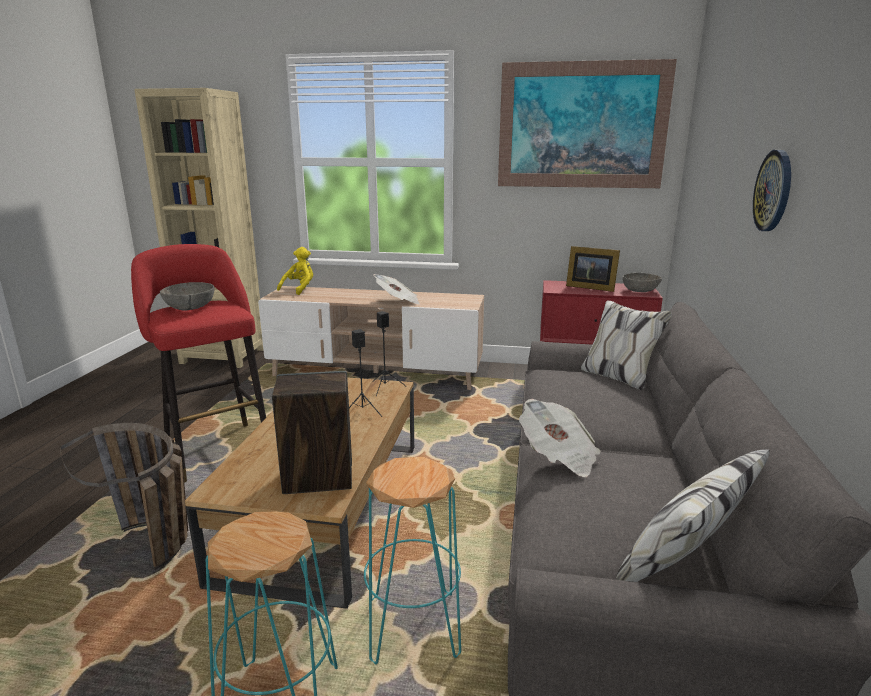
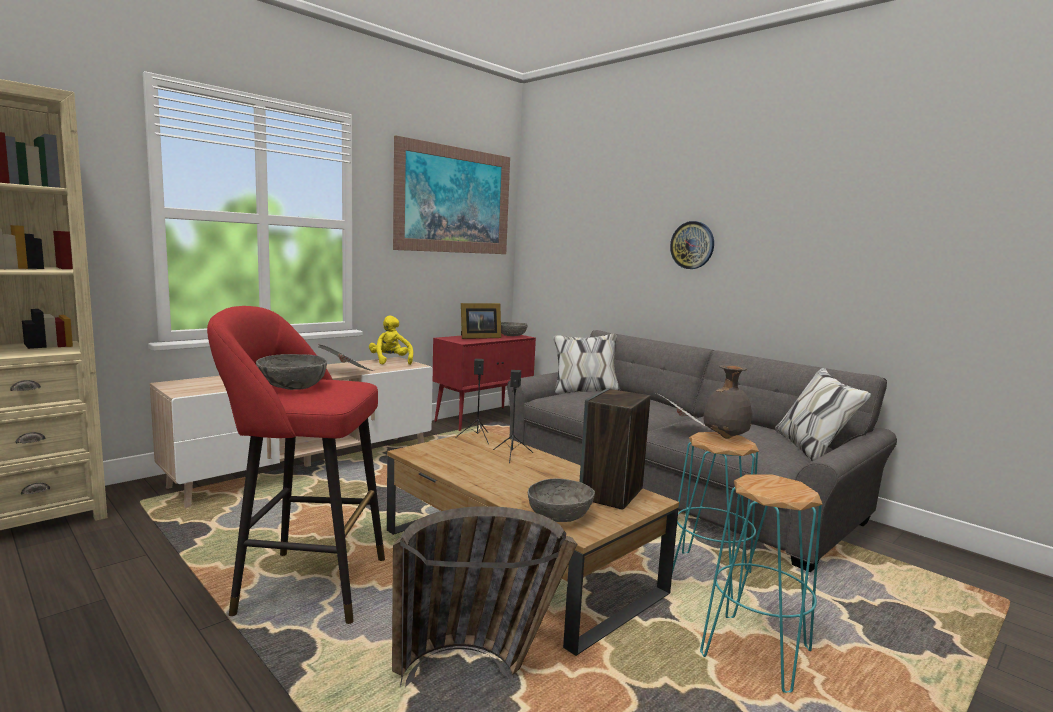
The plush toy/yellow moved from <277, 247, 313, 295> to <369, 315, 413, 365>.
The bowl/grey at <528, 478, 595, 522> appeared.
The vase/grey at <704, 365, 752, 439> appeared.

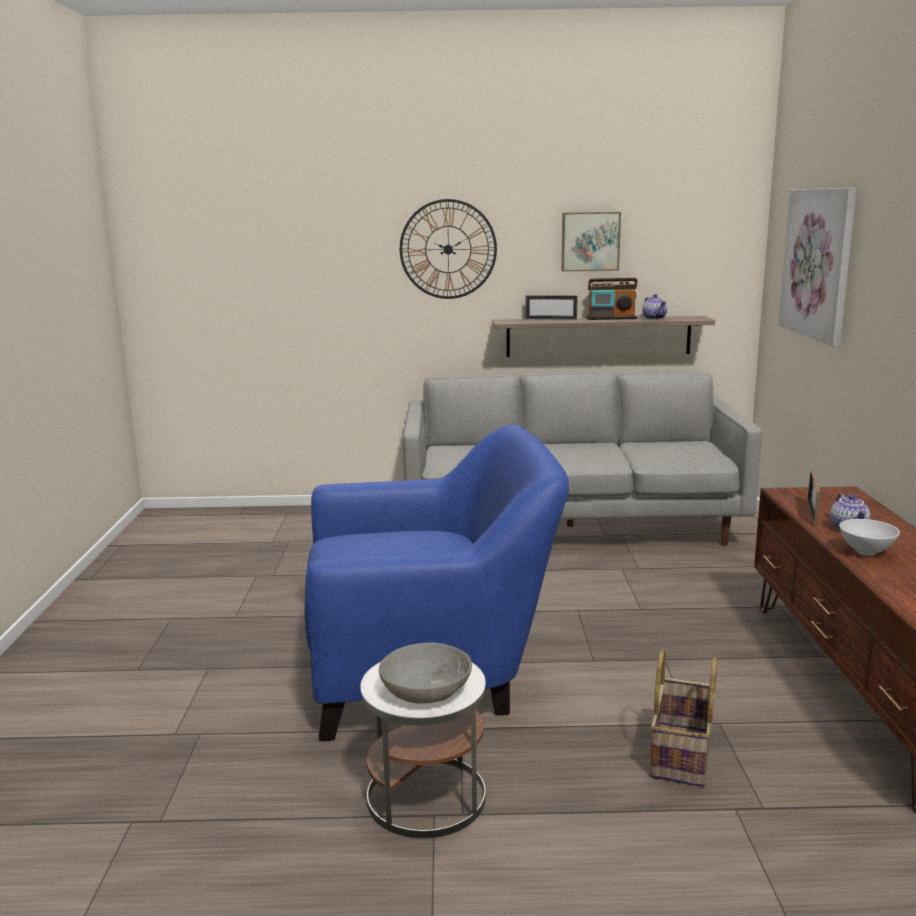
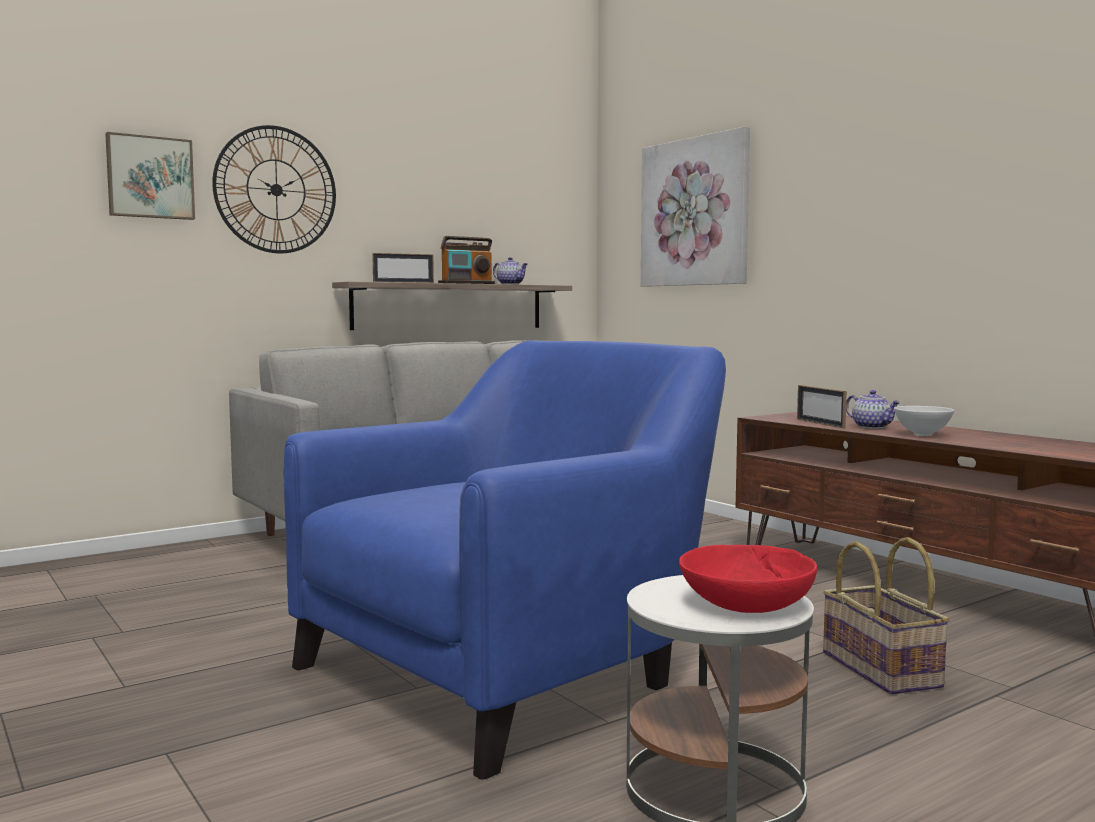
The bowl/grey at <379, 642, 472, 704> became the bowl/red at <679, 545, 817, 613>.
The picture moved from <562, 212, 621, 271> to <105, 132, 195, 220>.

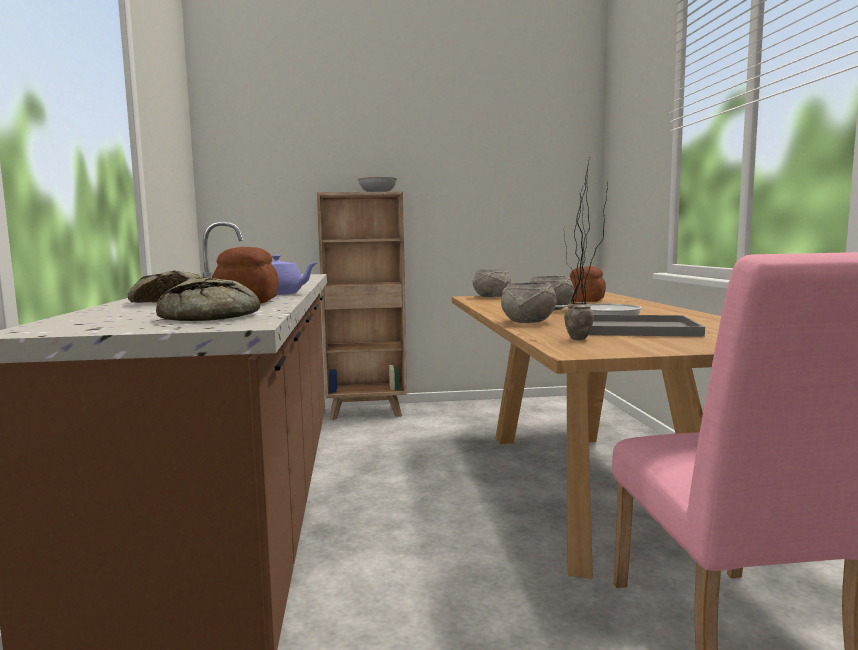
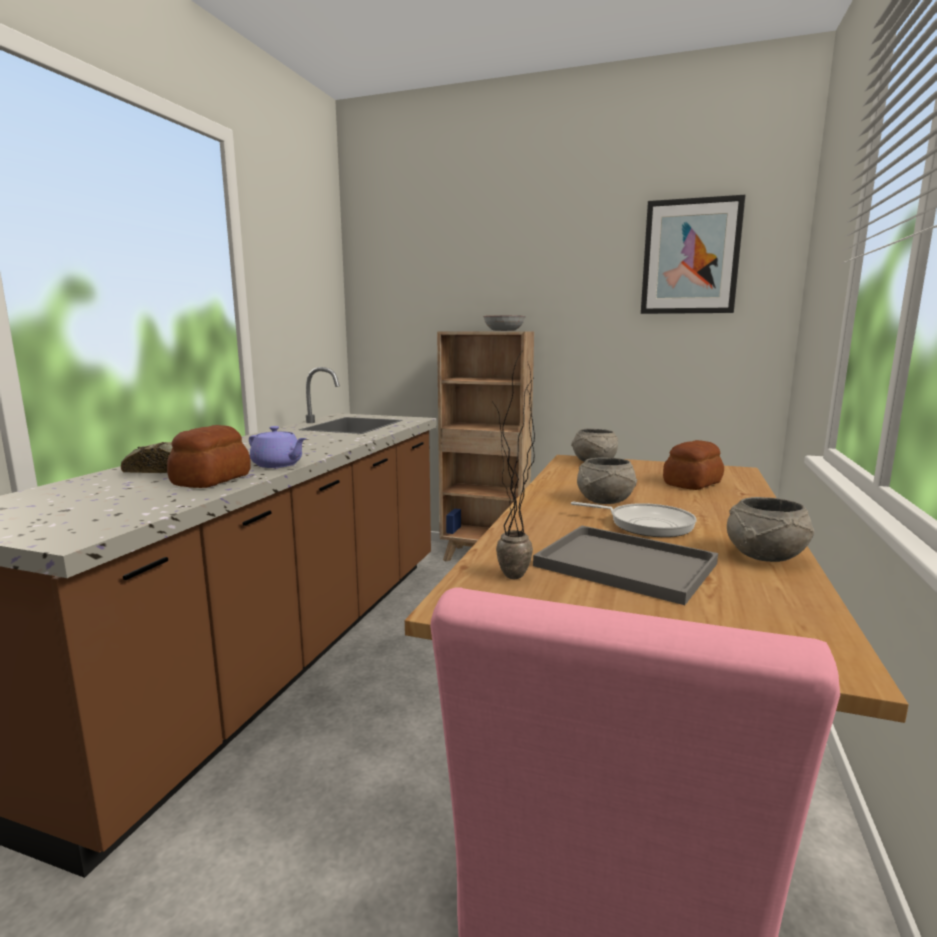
The bread at <156, 277, 260, 321> disappeared.
The bowl/grey moved from <501, 282, 557, 323> to <727, 497, 814, 562>.
The picture at <641, 195, 745, 314> appeared.

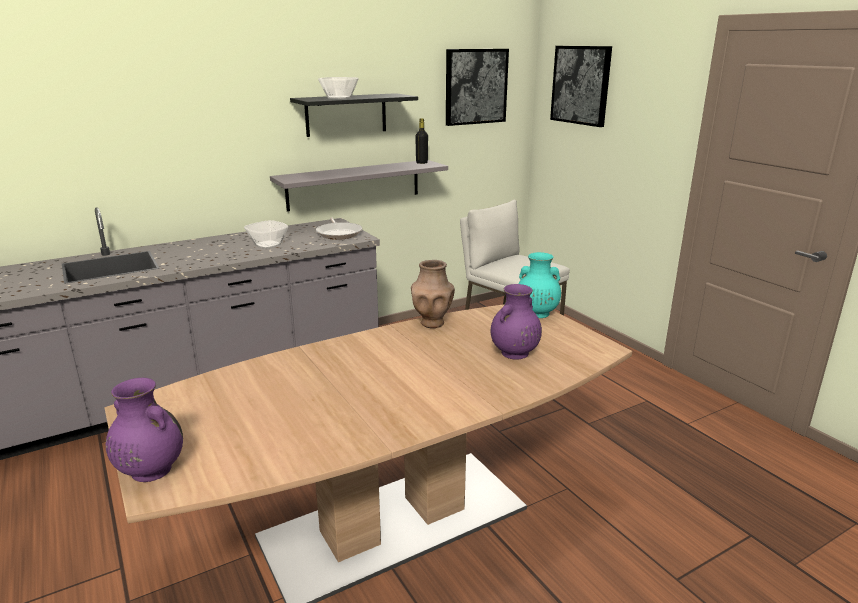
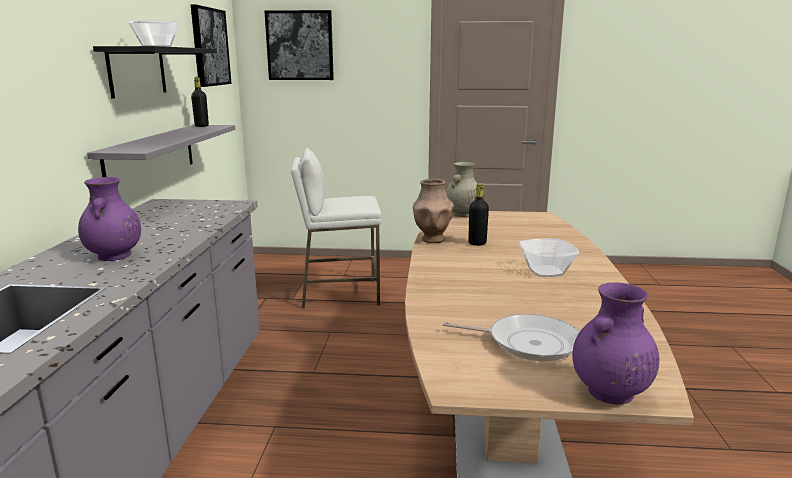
The bowl moved from <244, 220, 288, 249> to <519, 238, 579, 277>.
The frying pan moved from <316, 217, 362, 240> to <443, 314, 580, 361>.
The vase/purple moved from <491, 284, 542, 359> to <78, 177, 141, 261>.
The vase/turquoise at <518, 252, 561, 318> became the vase/beige at <446, 162, 478, 217>.
The bottle/black at <468, 183, 489, 246> appeared.

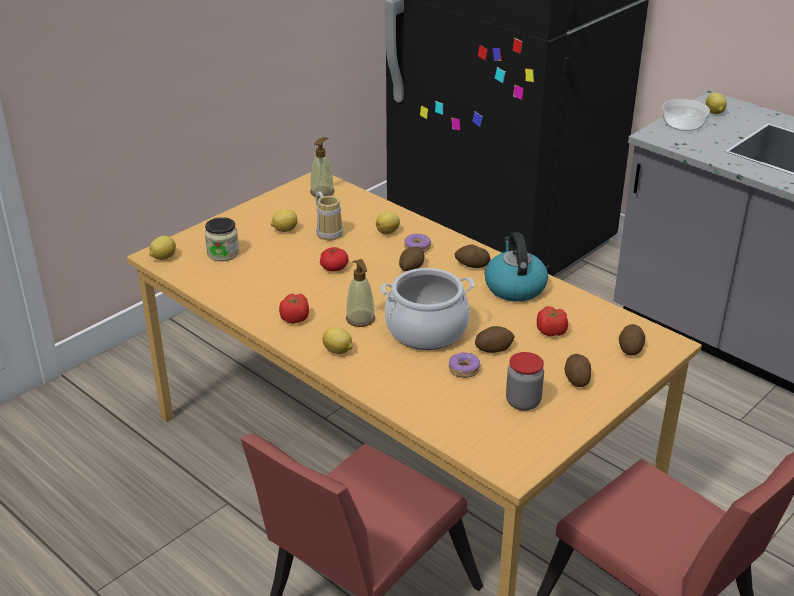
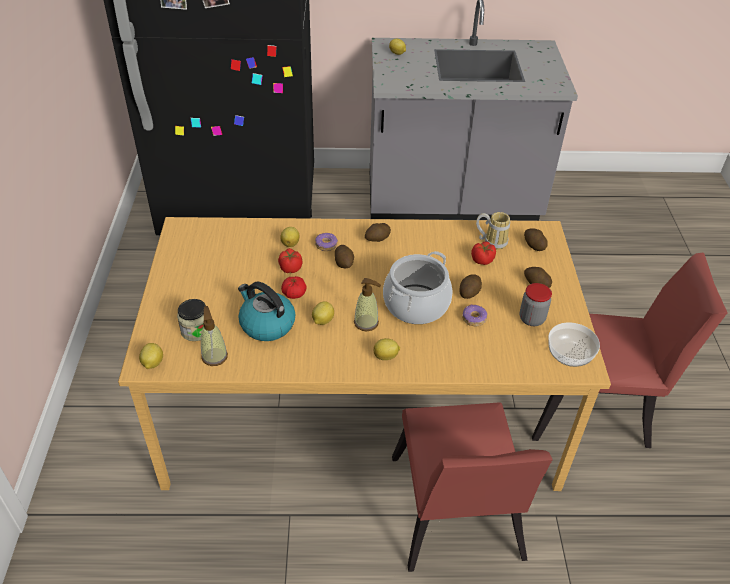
The lemon moved from <271, 209, 298, 232> to <312, 301, 334, 325>.
The tomato moved from <279, 294, 309, 324> to <278, 248, 302, 273>.
The soap dispenser moved from <310, 137, 334, 198> to <201, 306, 228, 366>.
The mug moved from <316, 192, 344, 240> to <476, 212, 510, 250>.
The kettle moved from <485, 232, 548, 302> to <238, 282, 295, 341>.
The bowl moved from <662, 99, 710, 131> to <548, 322, 600, 367>.

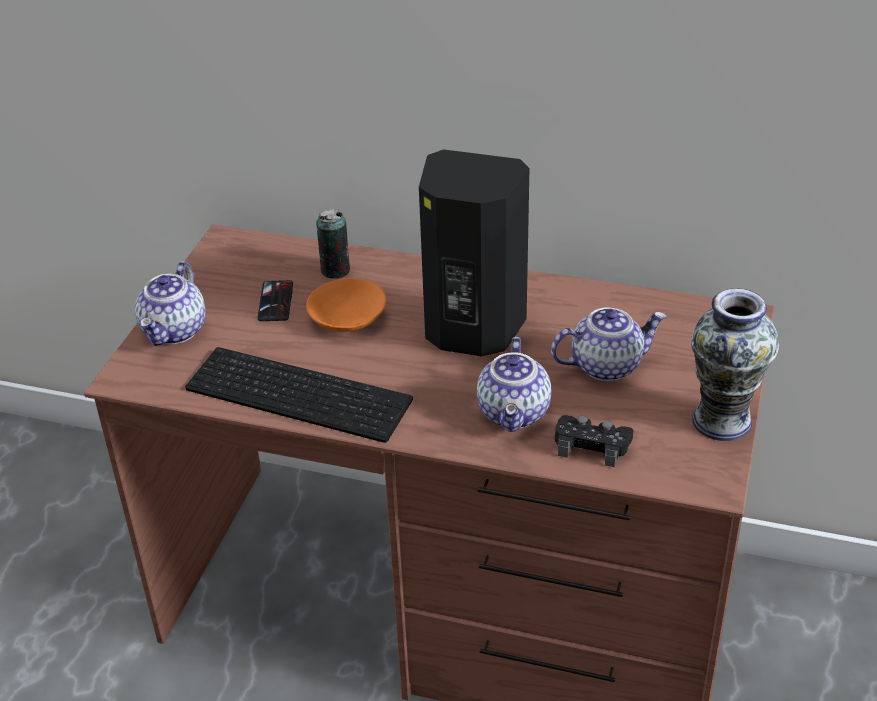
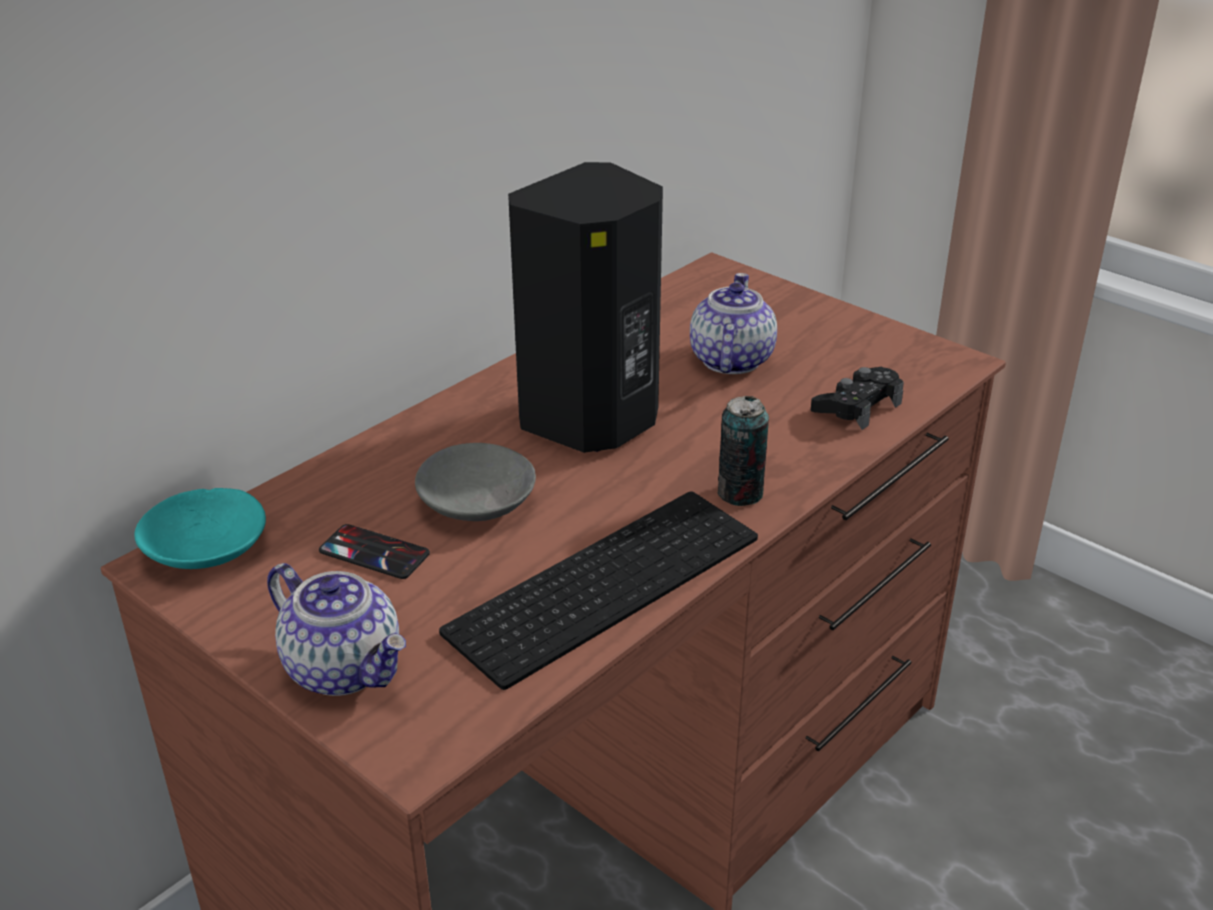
The bowl/orange at <306, 278, 387, 332> became the bowl/grey at <415, 443, 536, 521>.
The can moved from <316, 209, 350, 279> to <718, 396, 769, 506>.
The teapot at <477, 337, 551, 432> disappeared.
The vase at <691, 288, 779, 441> disappeared.
The bowl/turquoise at <134, 488, 266, 569> appeared.

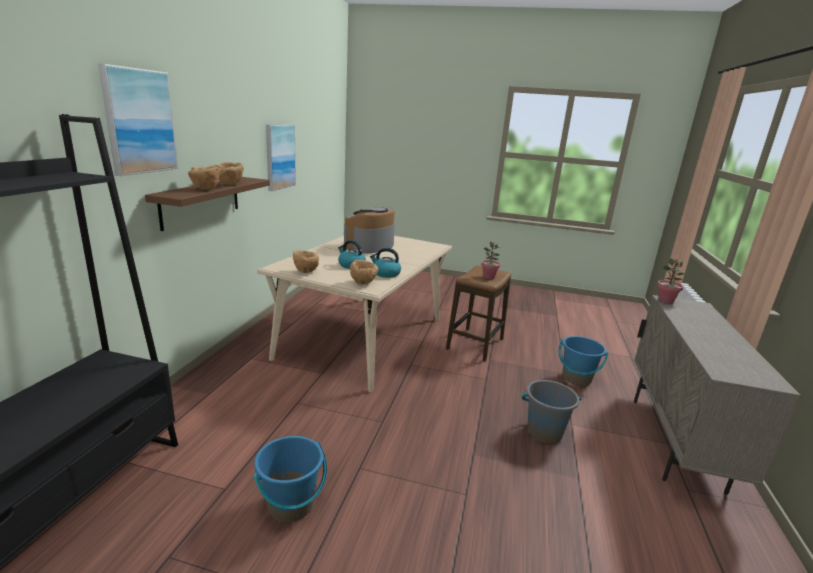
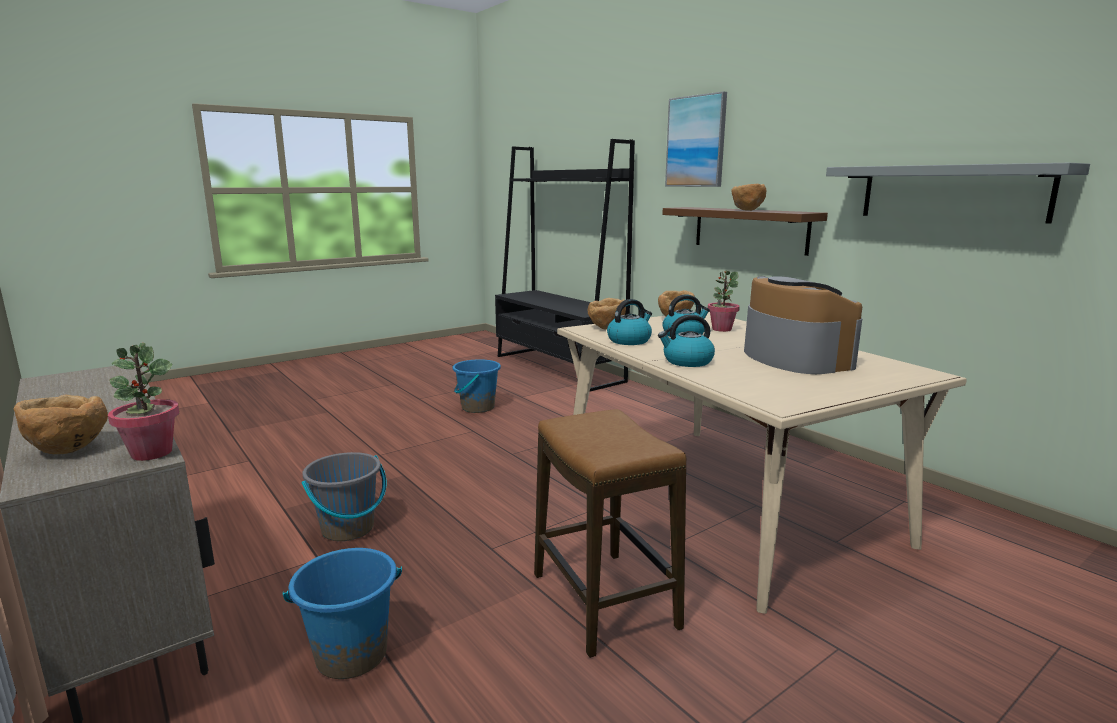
The bowl/brown moved from <188, 166, 220, 190> to <13, 395, 108, 454>.
The picture at <266, 124, 296, 191> was replaced by the shelf/grey at <826, 163, 1090, 224>.
The potted plant moved from <481, 241, 500, 279> to <708, 271, 740, 332>.
The kettle at <658, 314, 715, 367> appeared.

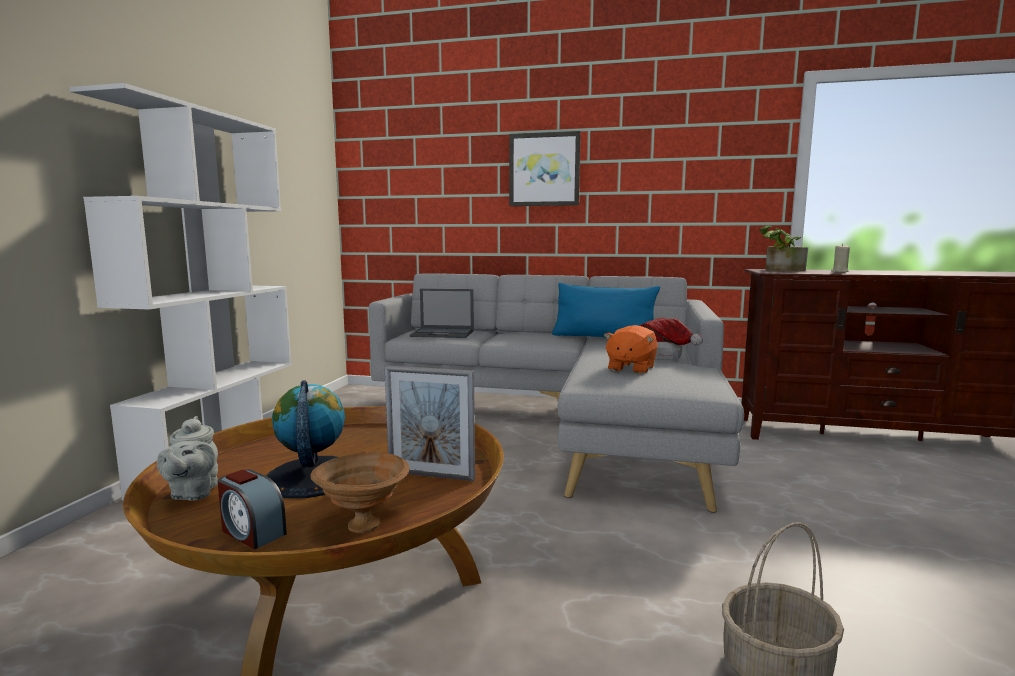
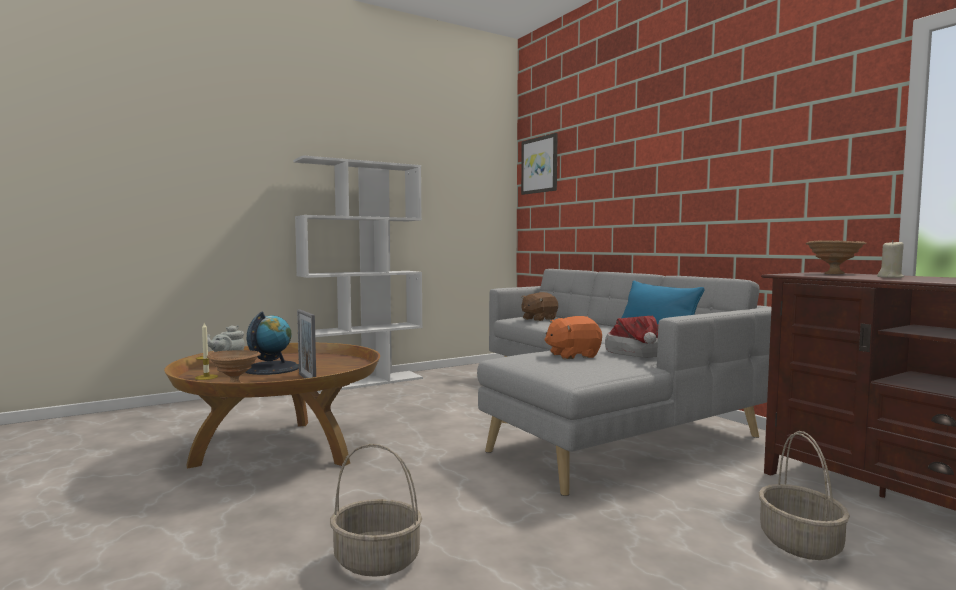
The alarm clock at <218, 470, 287, 549> was replaced by the candle at <195, 323, 218, 380>.
The laptop at <410, 289, 474, 338> was replaced by the plush toy/brown at <521, 292, 558, 321>.
The picture moved from <509, 131, 581, 206> to <521, 133, 558, 195>.
The potted plant at <759, 225, 808, 271> was replaced by the bowl/brown at <806, 240, 867, 274>.
The basket at <759, 431, 850, 560> appeared.

